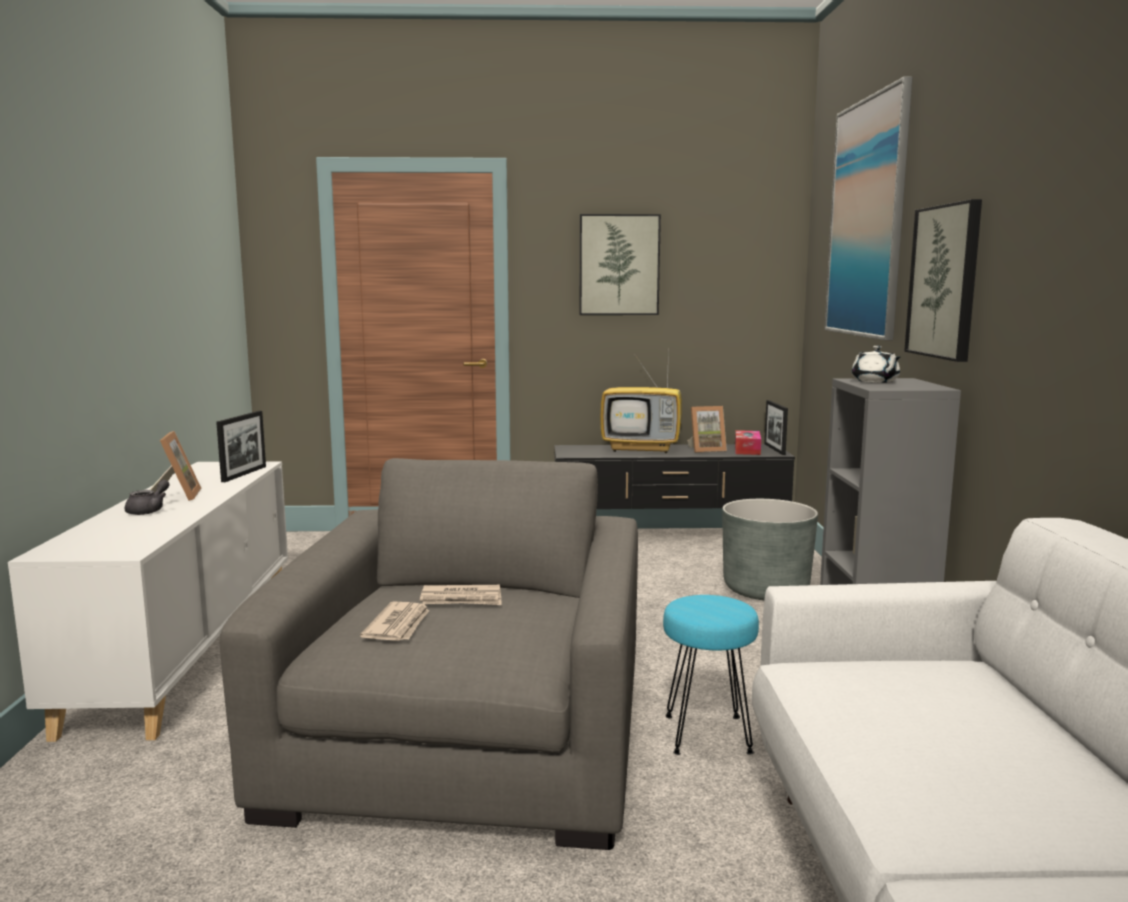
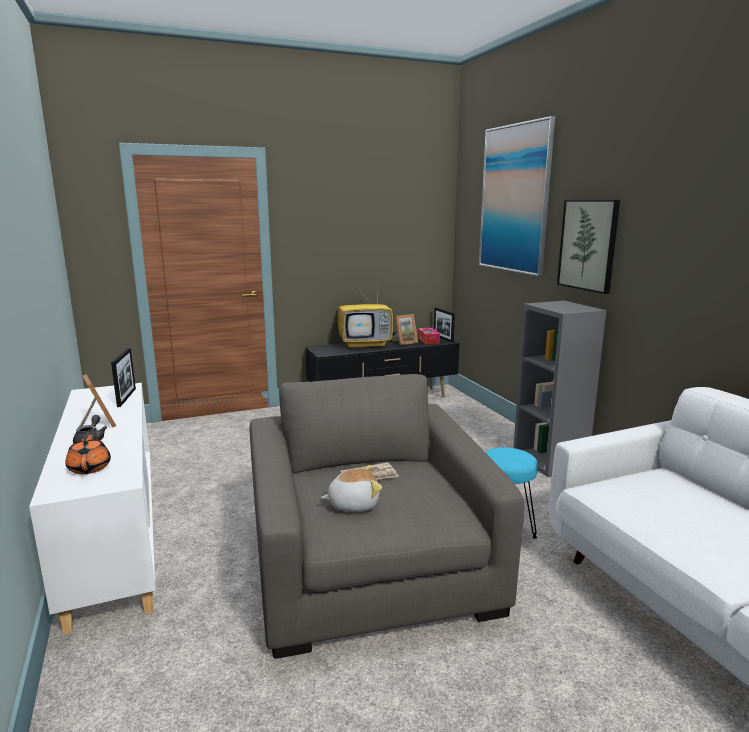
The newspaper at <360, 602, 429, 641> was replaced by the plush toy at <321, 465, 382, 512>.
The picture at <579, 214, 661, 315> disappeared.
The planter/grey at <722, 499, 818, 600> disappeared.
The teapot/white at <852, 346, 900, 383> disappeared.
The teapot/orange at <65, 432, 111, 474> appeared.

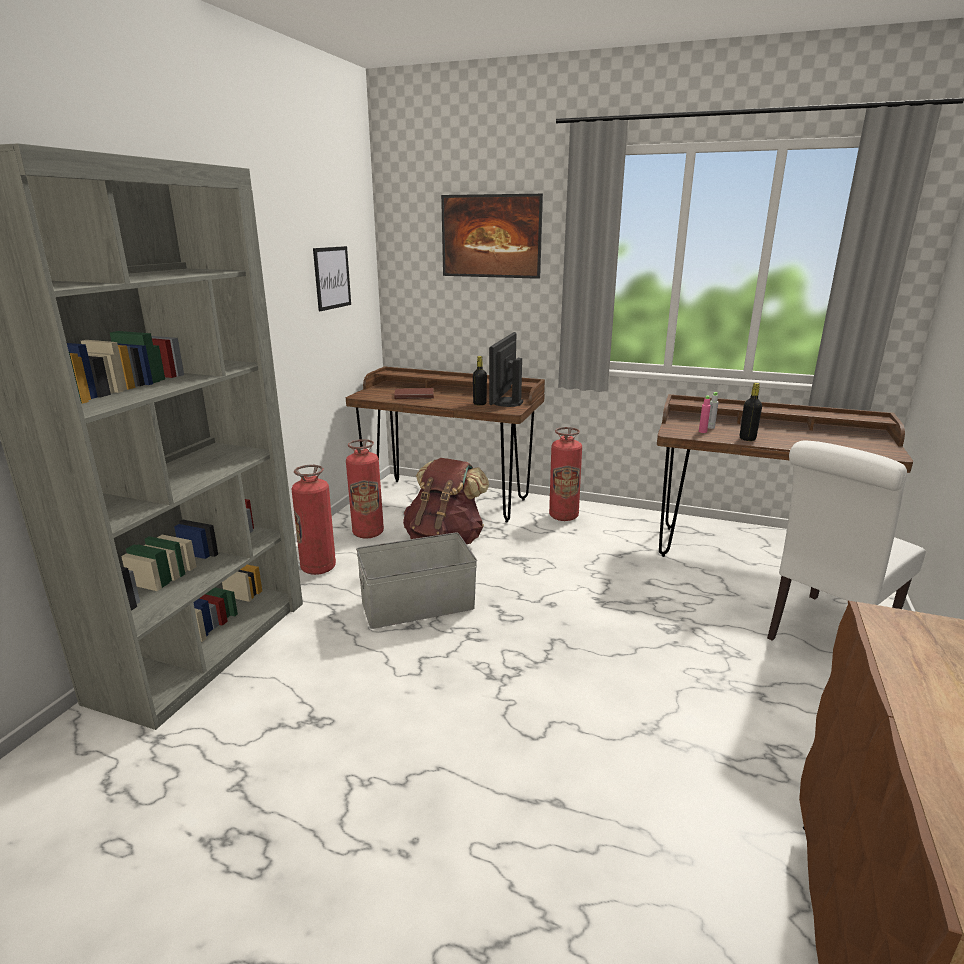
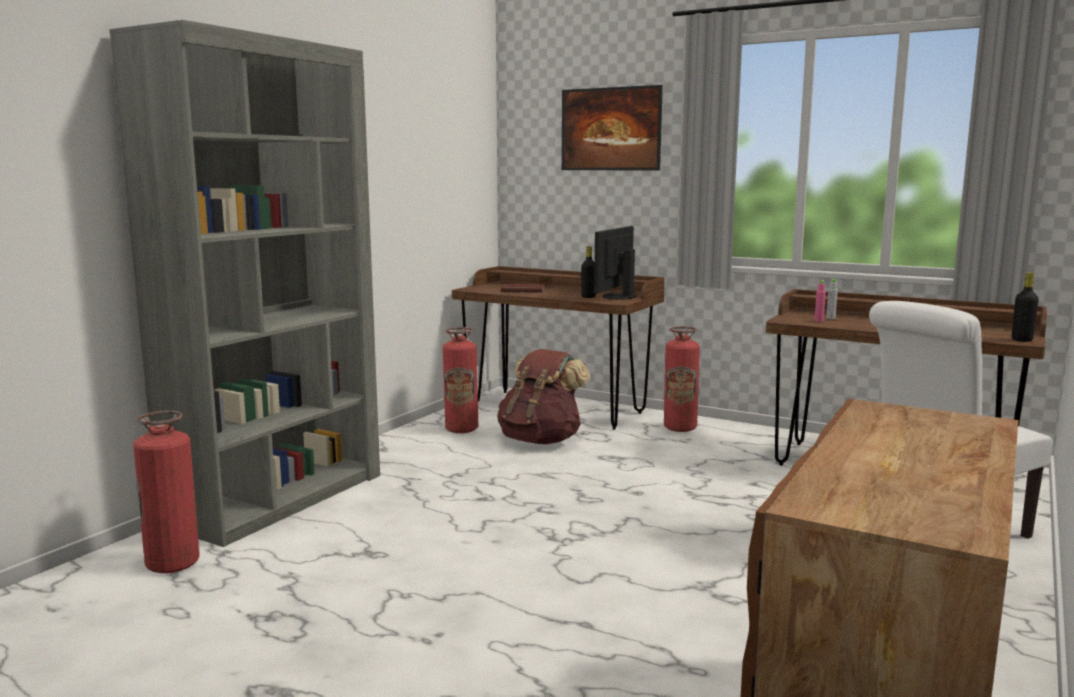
The fire extinguisher moved from <291, 465, 336, 575> to <133, 410, 200, 573>.
The picture at <313, 246, 351, 311> disappeared.
The storage box/grey at <356, 533, 477, 629> disappeared.
The bottle/black moved from <740, 383, 762, 441> to <1012, 272, 1039, 342>.

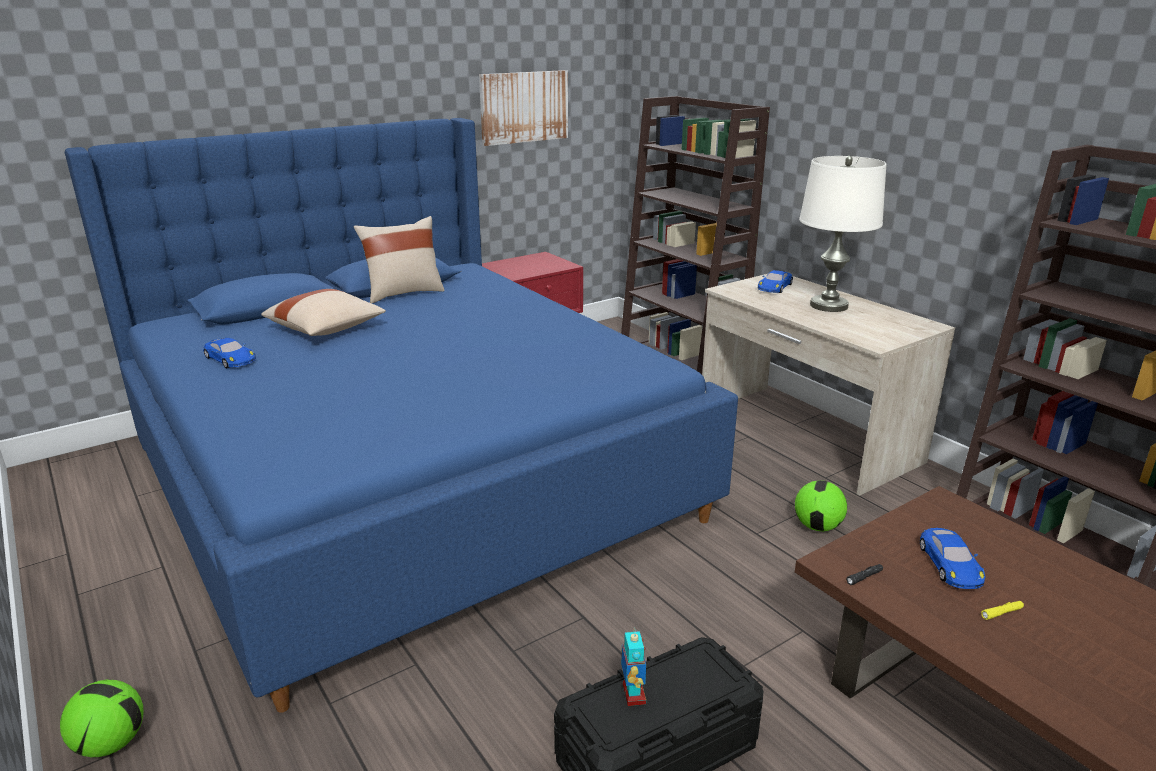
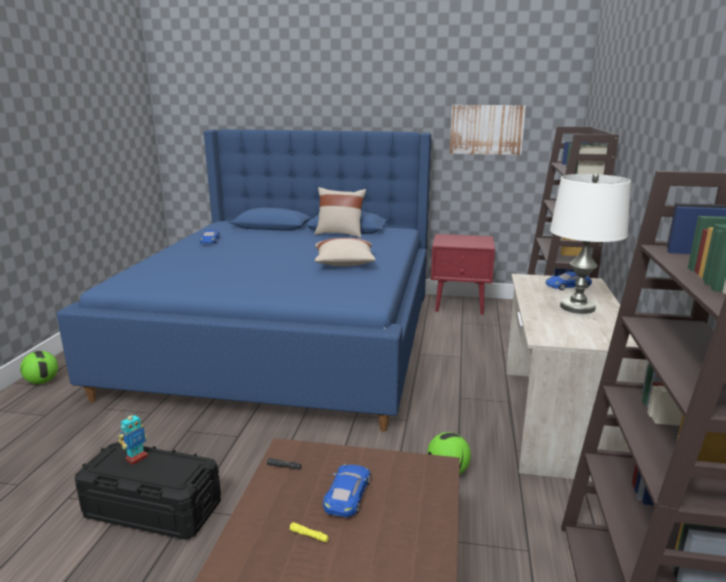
The pillow/beige moved from <261, 289, 386, 336> to <314, 238, 376, 266>.
The toy car/blue at <920, 528, 986, 589> turned 150 degrees clockwise.

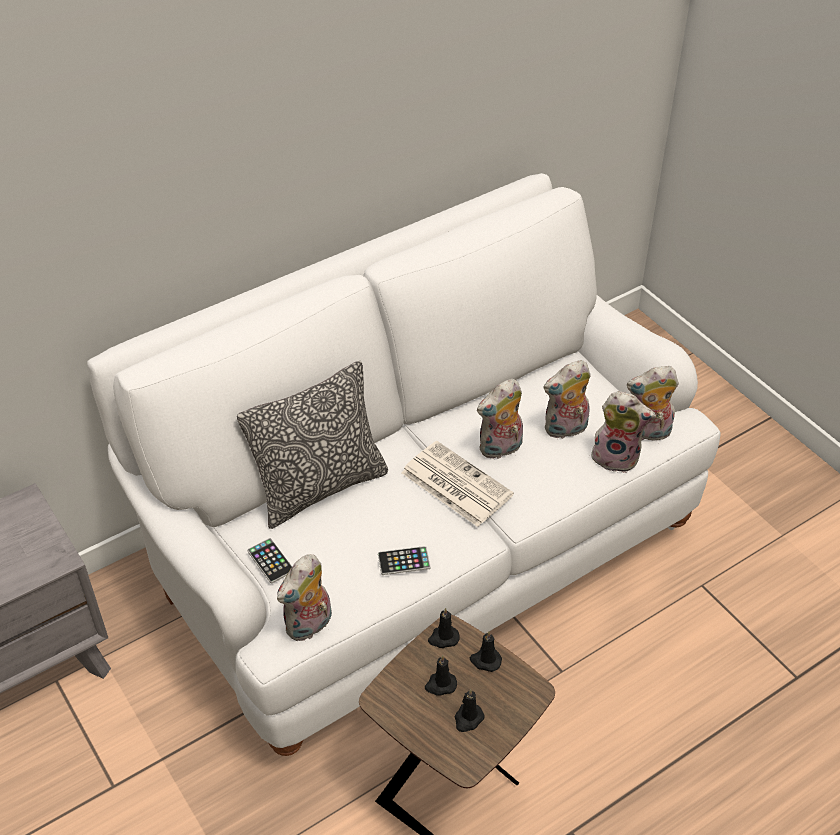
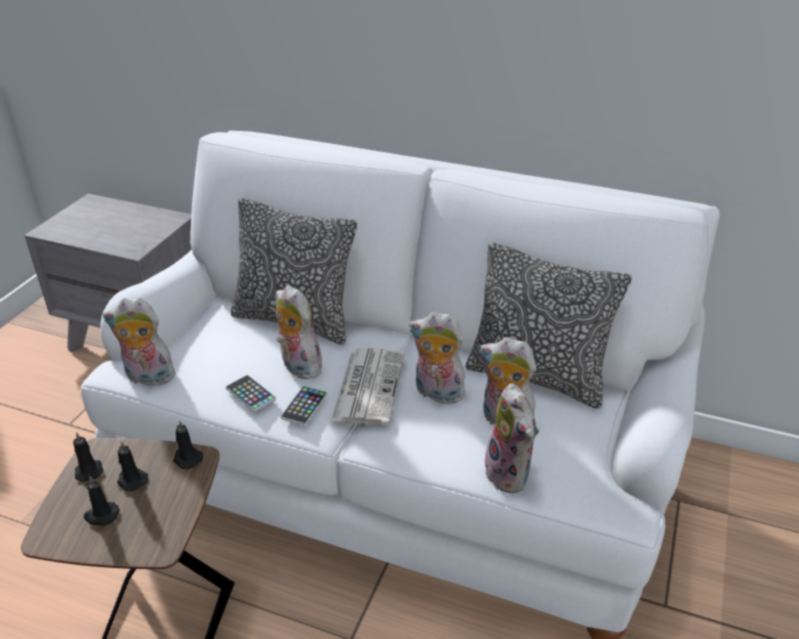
The phone moved from <247, 538, 292, 583> to <281, 386, 327, 426>.
The candle/black moved from <470, 631, 502, 672> to <73, 432, 104, 482>.
The plush toy moved from <627, 366, 679, 441> to <275, 285, 325, 379>.
The pillow at <466, 242, 632, 408> appeared.

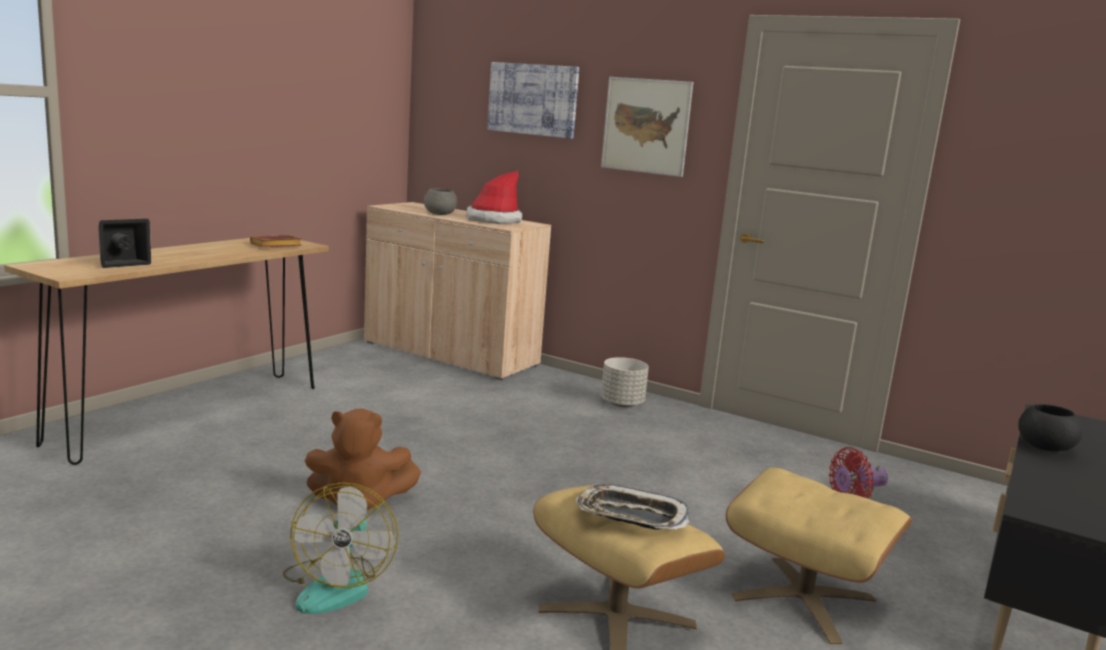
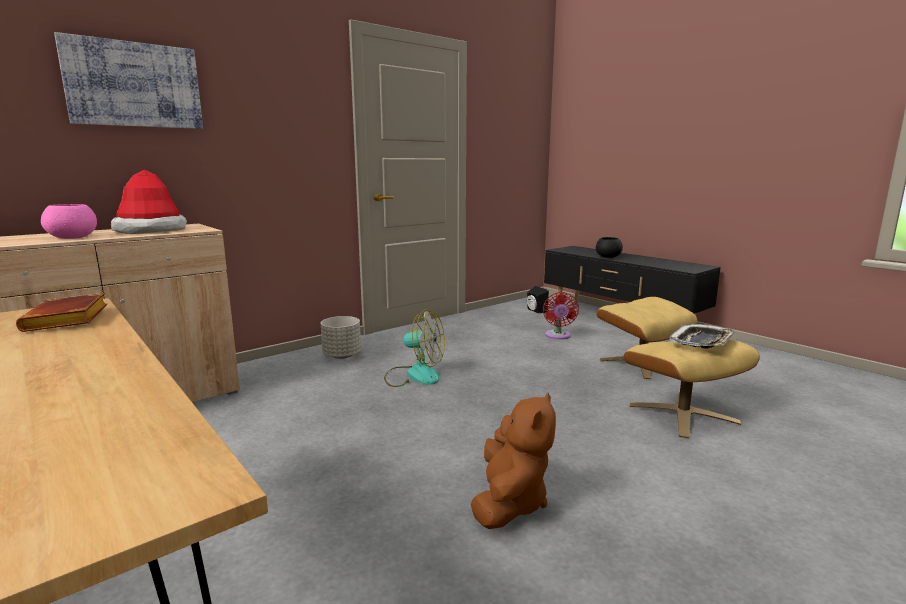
The speaker/black moved from <98, 219, 151, 268> to <527, 286, 549, 313>.
The fan moved from <283, 482, 398, 614> to <384, 310, 445, 387>.
The bowl/grey at <424, 189, 457, 215> became the bowl/pink at <41, 204, 97, 239>.
The picture at <601, 77, 693, 177> disappeared.

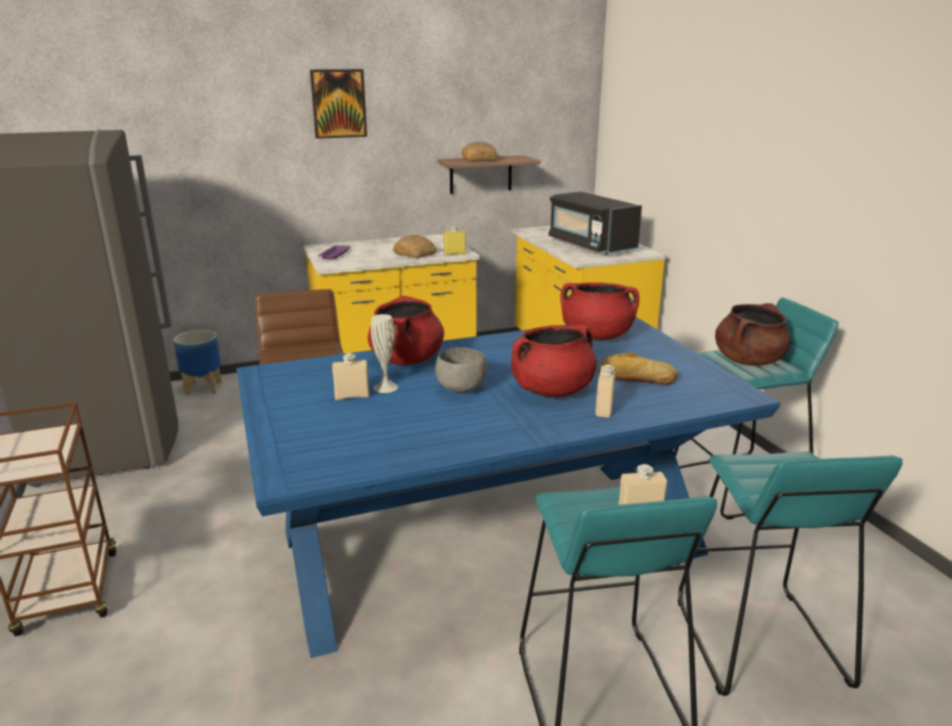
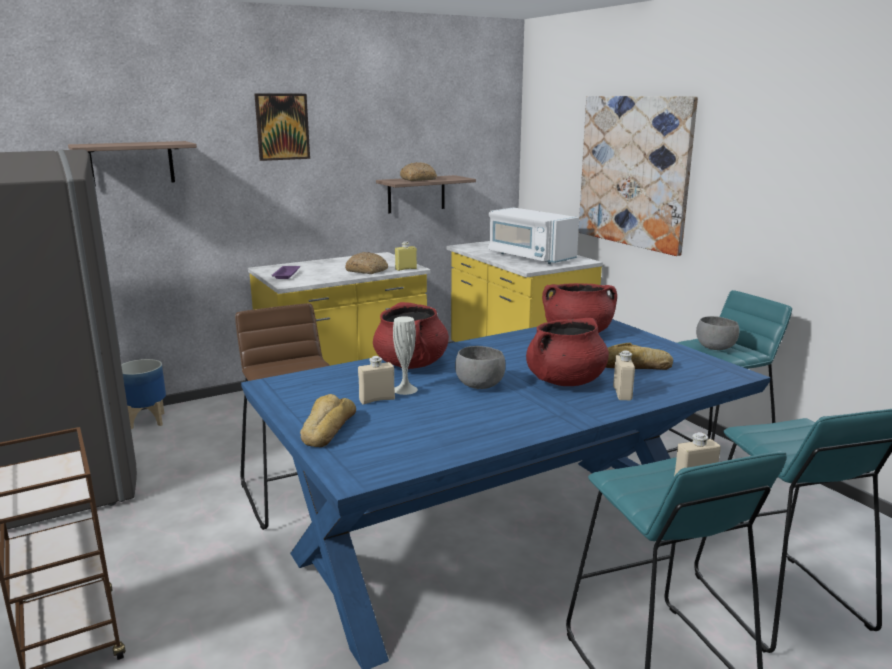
The microwave/black at <548, 192, 642, 255> became the microwave/white at <488, 207, 579, 264>.
The cooking pot/brown at <715, 303, 791, 366> was replaced by the bowl/grey at <696, 316, 739, 350>.
The shelf at <68, 141, 197, 187> appeared.
The bread at <300, 394, 356, 447> appeared.
The picture at <579, 96, 698, 256> appeared.

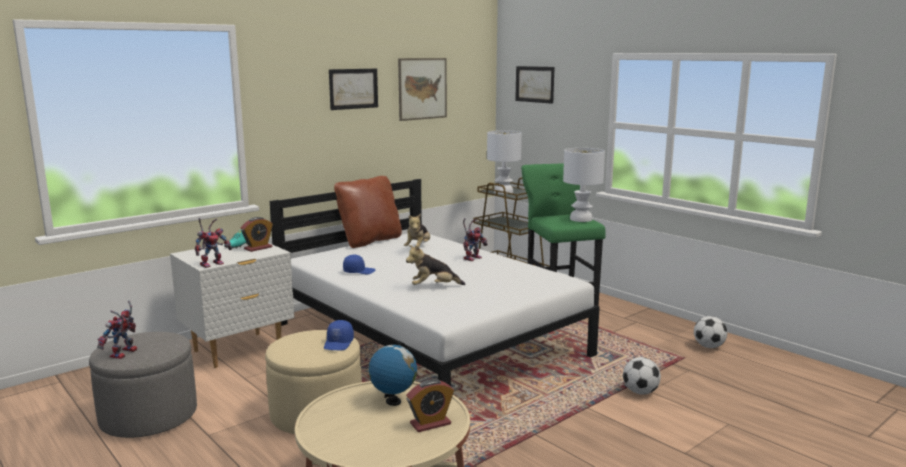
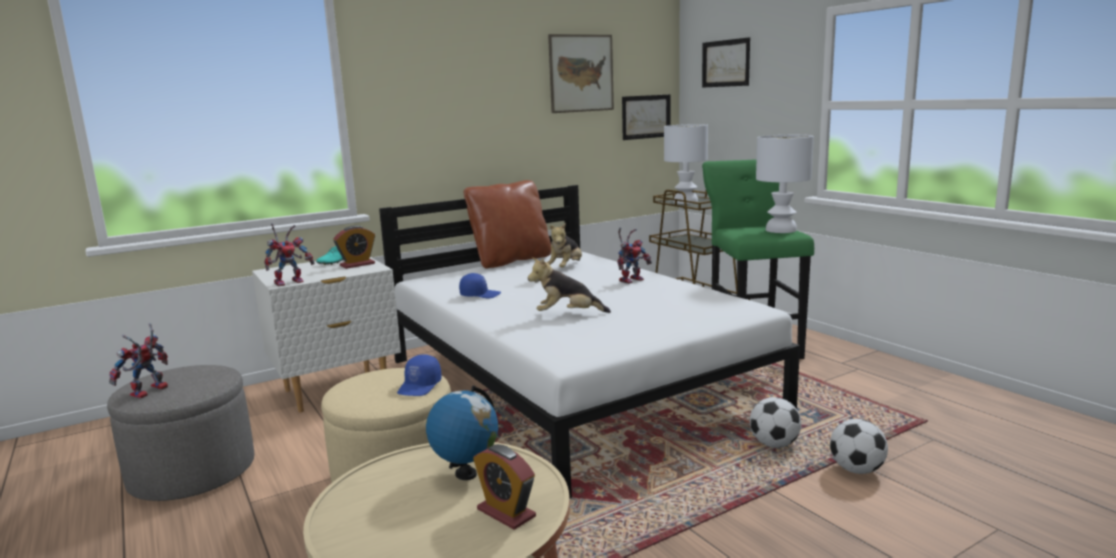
The picture moved from <329, 69, 378, 110> to <622, 94, 671, 140>.
The alarm clock at <406, 379, 454, 432> turned 60 degrees clockwise.
The football moved from <694, 316, 727, 348> to <750, 397, 801, 448>.

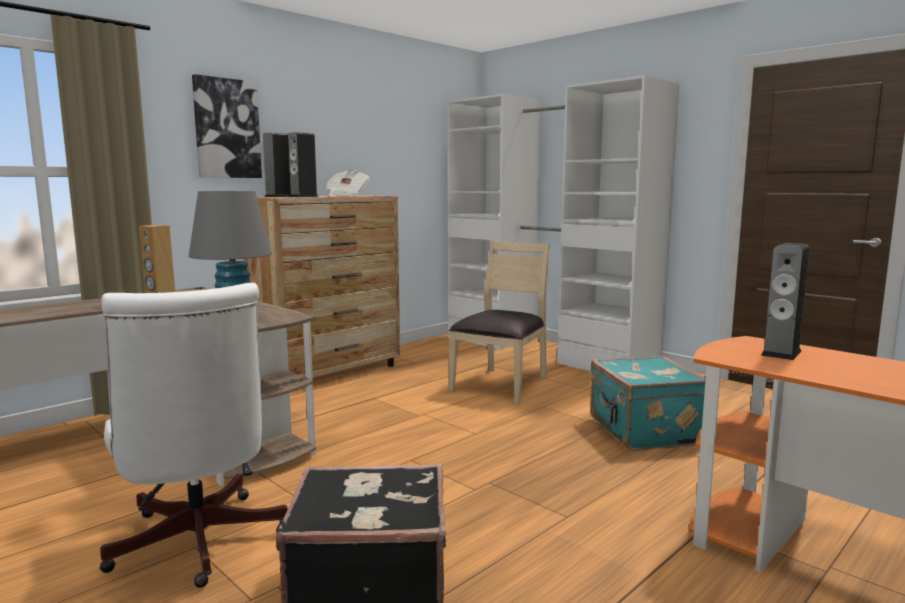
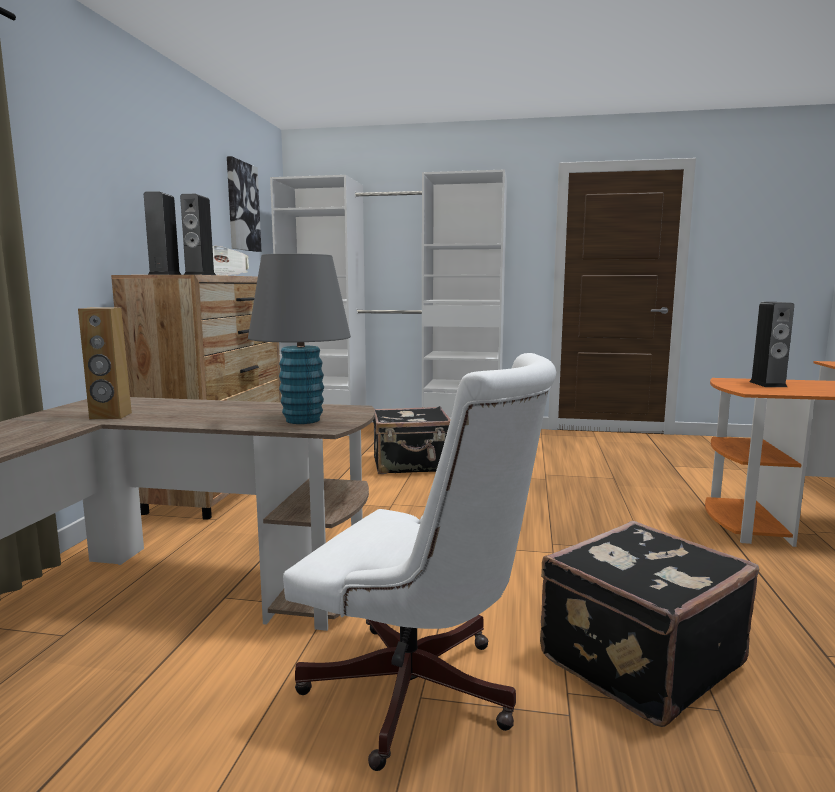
The picture moved from <192, 74, 262, 178> to <227, 156, 261, 252>.
The chair/beige at <448, 241, 550, 405> was replaced by the suitcase/black at <373, 406, 451, 474>.
The suitcase/turquoise at <590, 356, 706, 451> disappeared.

